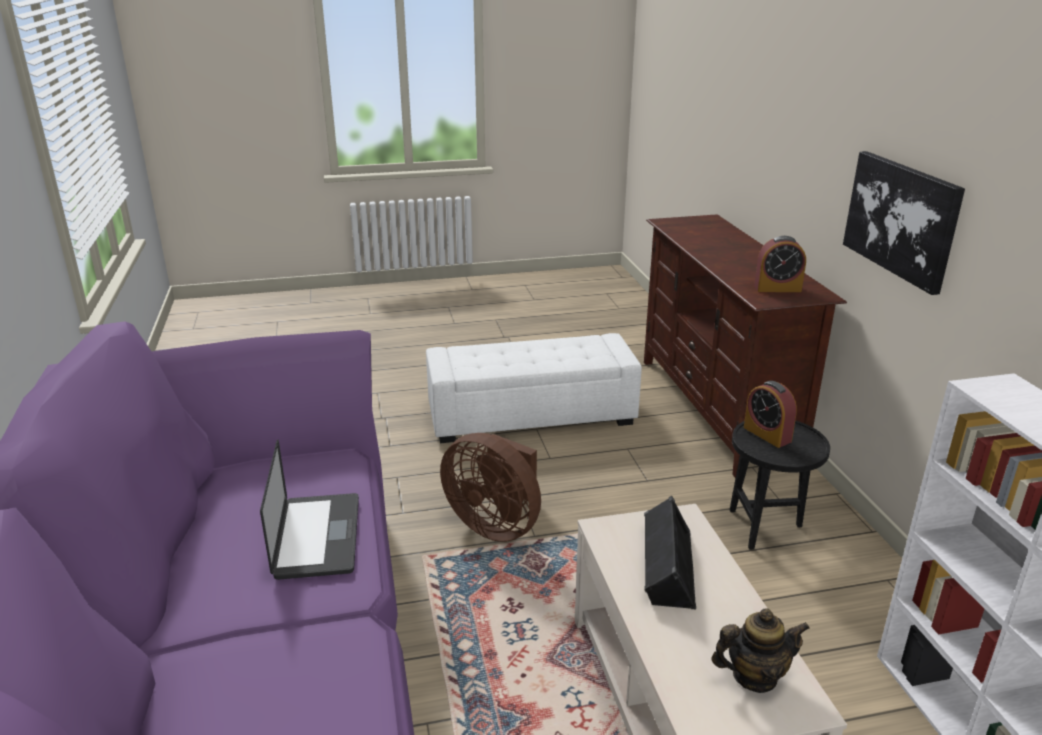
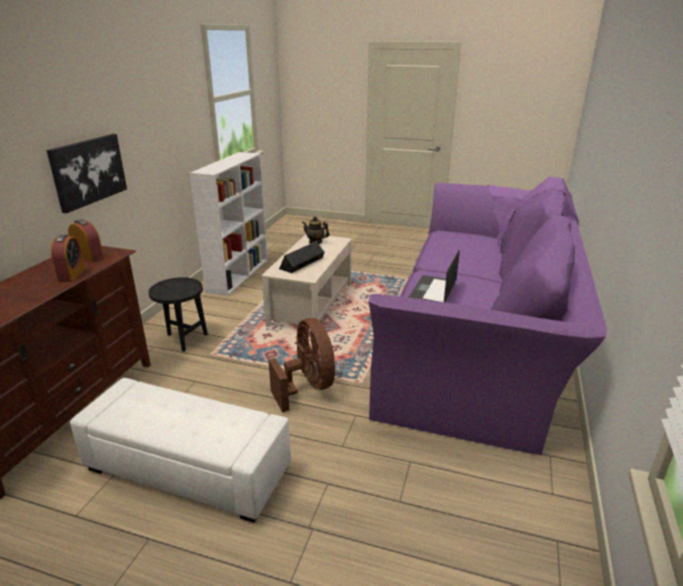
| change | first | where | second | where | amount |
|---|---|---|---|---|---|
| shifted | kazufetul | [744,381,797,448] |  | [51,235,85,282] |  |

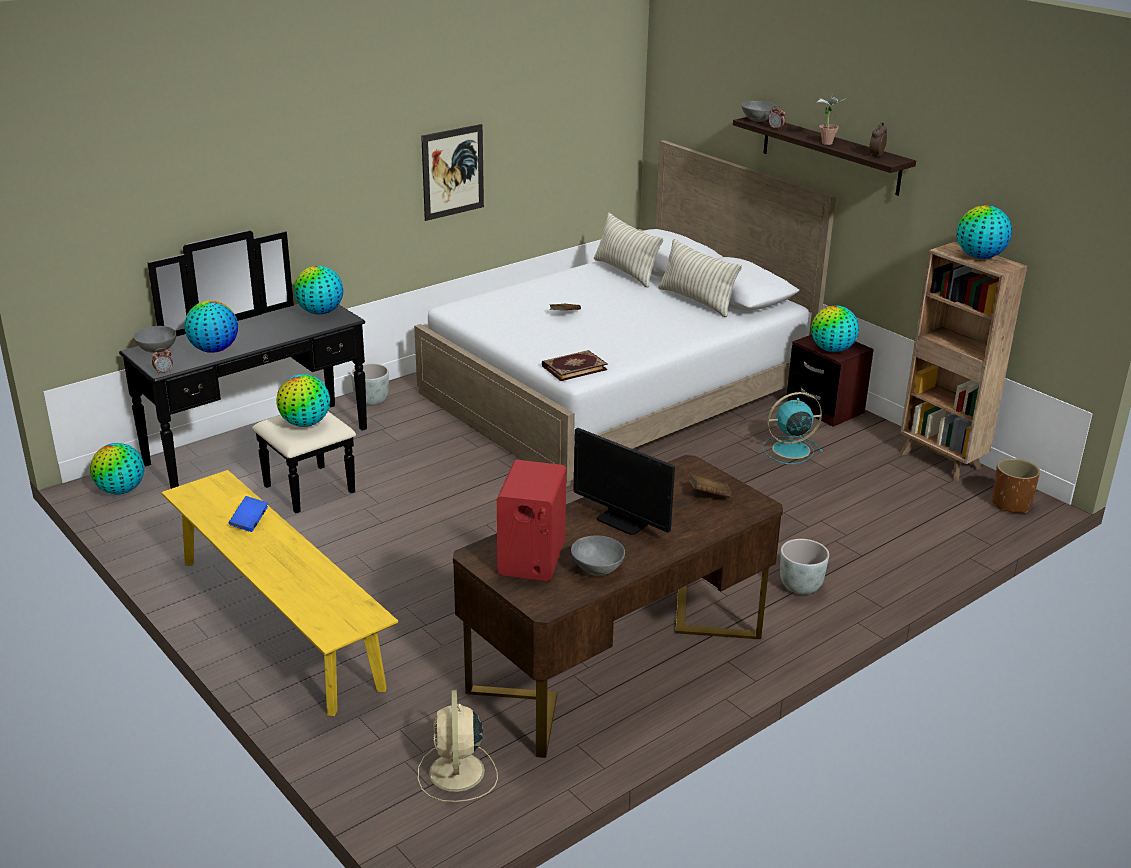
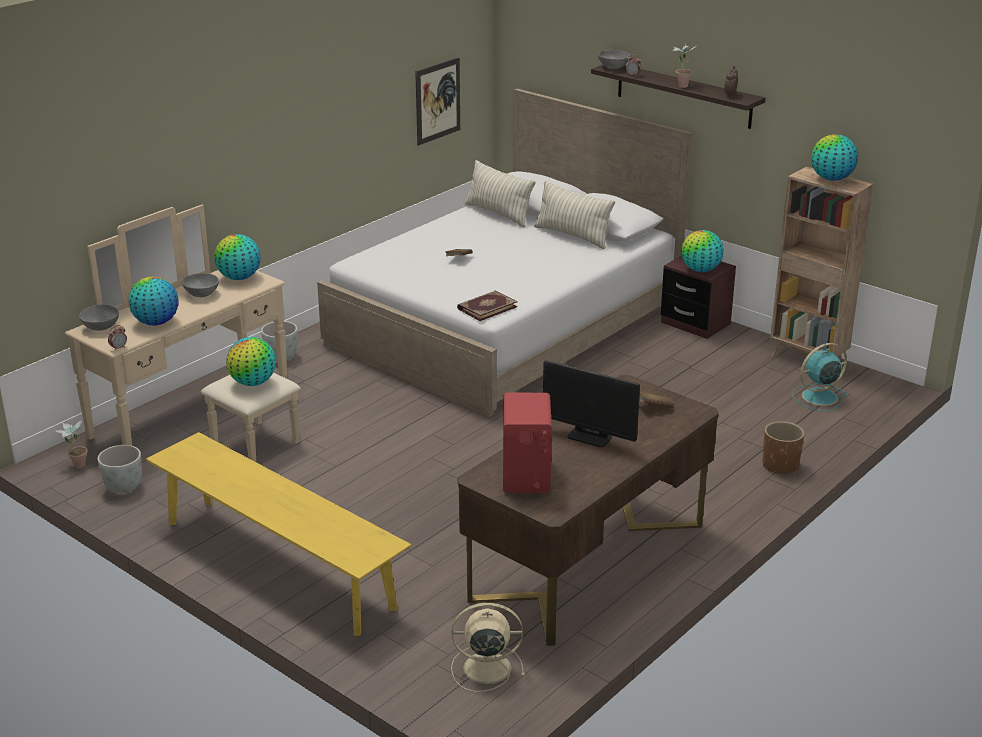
| change | first | where | second | where | amount |
|---|---|---|---|---|---|
| swapped | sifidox | [90,443,144,494] | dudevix | [53,419,88,469] |  |
| repainted | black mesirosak | [119,230,367,513] | beige mesirosak | [65,205,301,462] |  |
| shifted | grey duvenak | [780,539,829,594] |  | [98,445,142,493] |  |
| shifted | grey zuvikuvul | [571,536,625,576] |  | [182,273,219,297] |  |
| shifted | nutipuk | [421,124,484,221] |  | [415,57,460,146] |  |
| rotated | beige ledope | [418,690,498,802] |  | [451,603,525,692] | 105 degrees clockwise |
| shifted | brown duvenak | [992,458,1040,513] |  | [762,421,805,474] |  |
| shifted | turquoise ledope | [762,392,823,464] |  | [792,343,849,411] |  |
| gone | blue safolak | [229,496,268,532] |  |  |  |

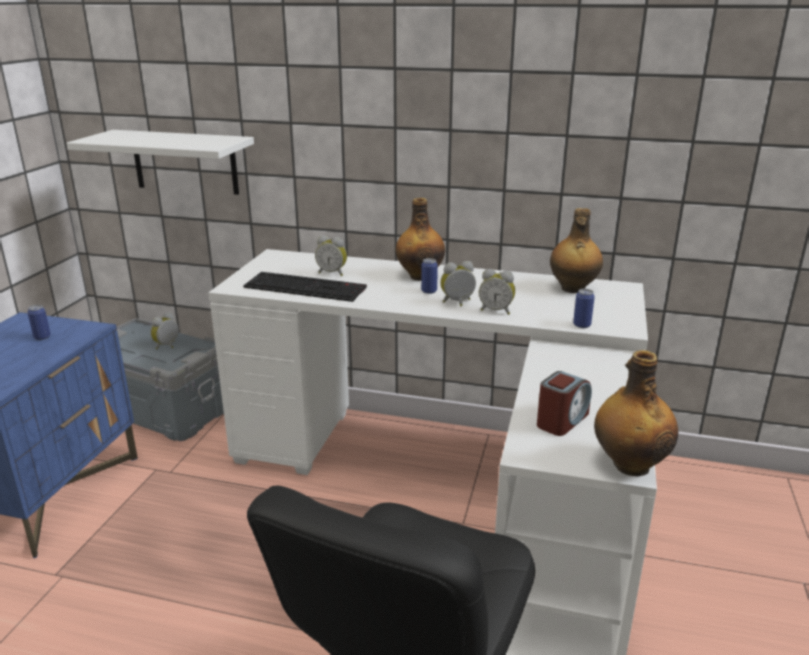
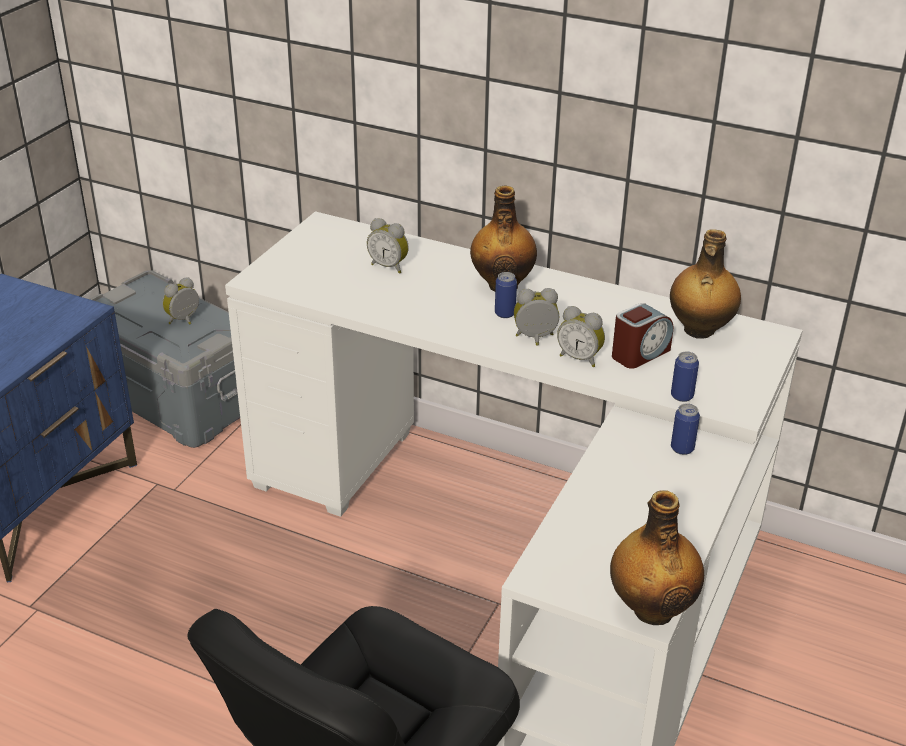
| change | first | where | second | where | amount |
|---|---|---|---|---|---|
| shifted | kazufetul | [537,371,592,436] |  | [612,303,673,369] |  |
| shifted | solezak | [27,305,51,340] |  | [671,403,700,455] |  |
| gone | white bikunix | [67,130,254,195] |  |  |  |
| gone | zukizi | [243,272,367,302] |  |  |  |

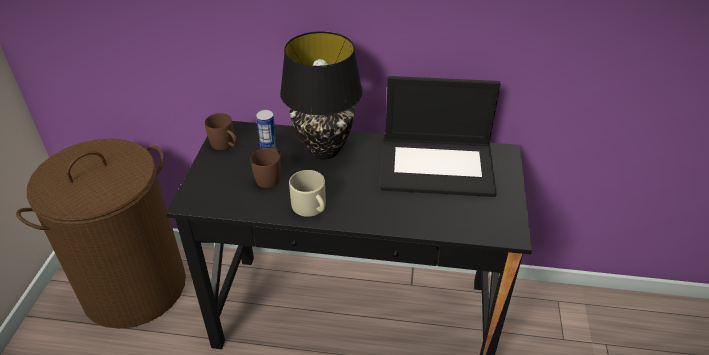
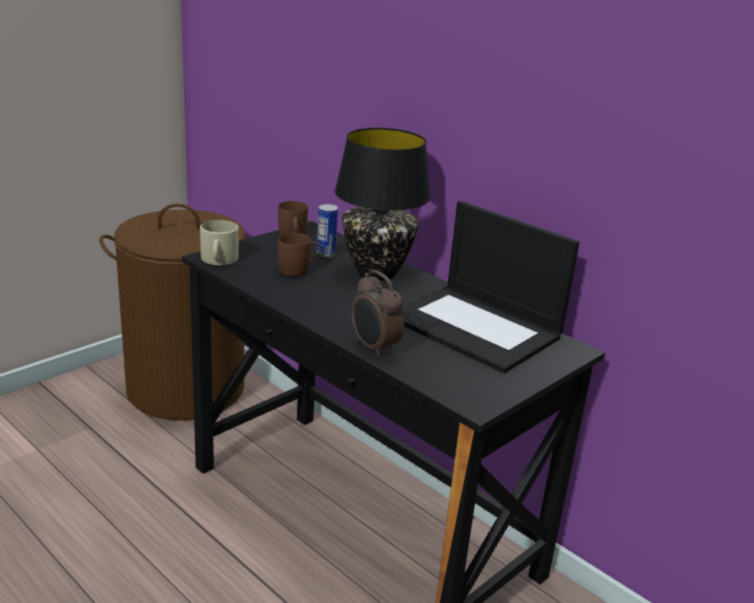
| change | first | where | second | where | amount |
|---|---|---|---|---|---|
| shifted | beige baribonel | [289,170,326,217] |  | [200,220,239,265] |  |
| new |  |  | kazufetul | [352,270,404,358] |  |

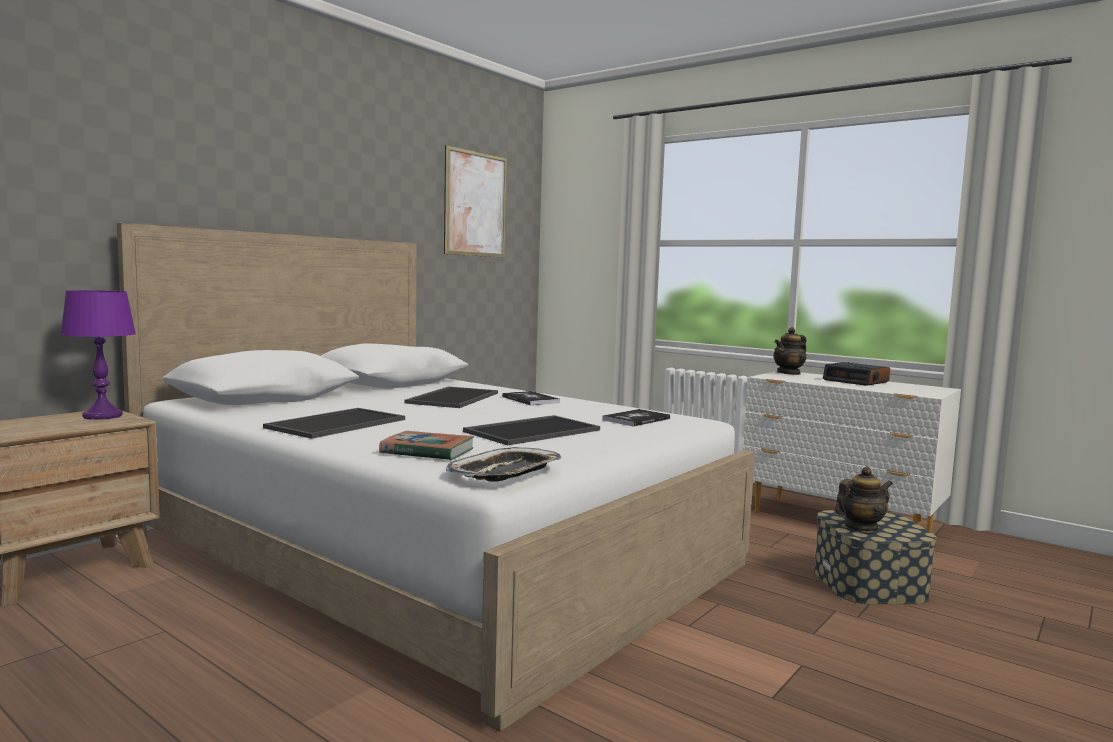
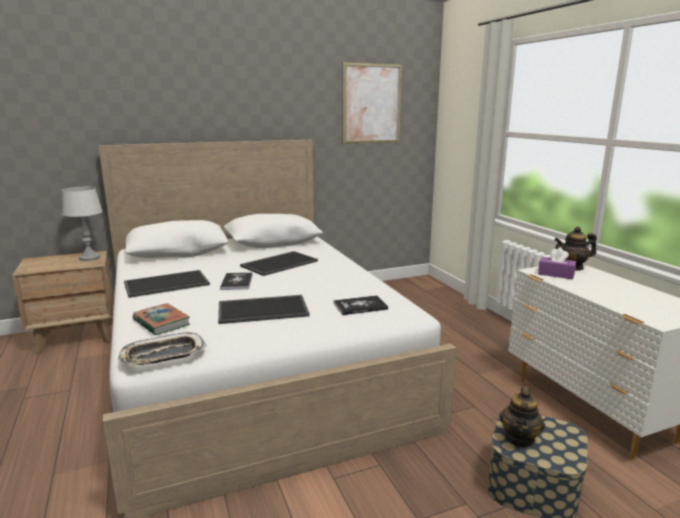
| change | first | where | second | where | amount |
|---|---|---|---|---|---|
| repainted | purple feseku | [60,290,136,420] | grey feseku | [62,187,103,261] |  |
| shifted | safolak | [502,391,560,405] |  | [220,272,253,290] |  |
| rotated | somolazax | [835,467,893,532] |  | [499,386,545,448] | 105 degrees clockwise |
| new |  |  | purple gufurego | [538,248,576,279] |  |
| gone | kazufetul | [823,362,890,386] |  |  |  |

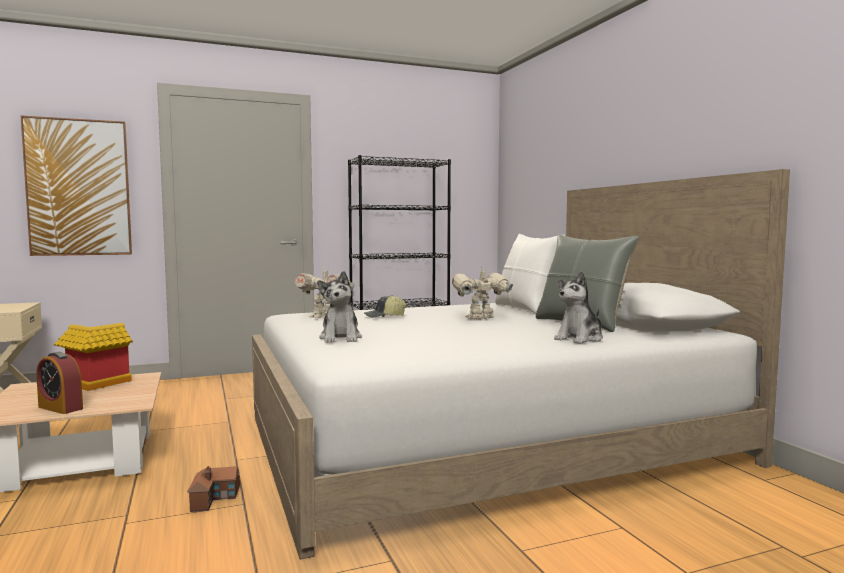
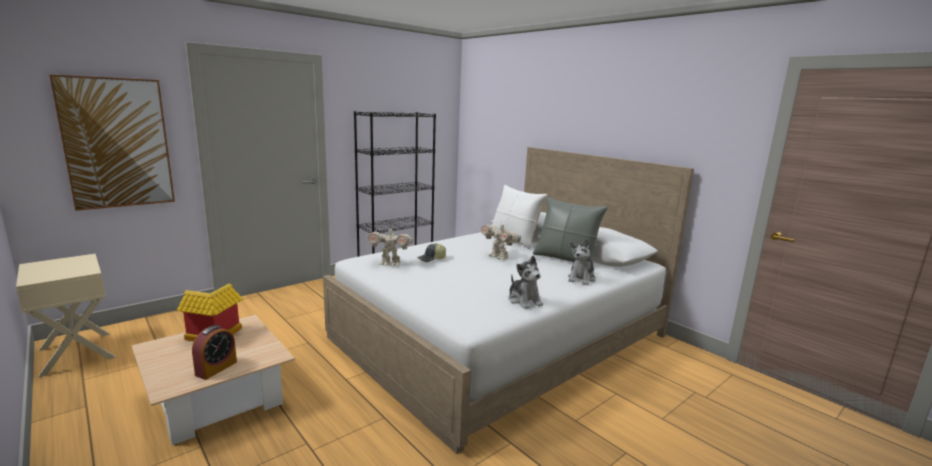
| change | first | where | second | where | amount |
|---|---|---|---|---|---|
| rotated | kazufetul | [36,352,83,414] |  | [192,325,237,380] | 75 degrees counterclockwise |
| rotated | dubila | [452,266,513,320] |  | [481,221,521,260] | 90 degrees counterclockwise |
| shifted | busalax | [317,271,362,343] |  | [508,255,543,309] |  |
| gone | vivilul | [187,466,240,512] |  |  |  |

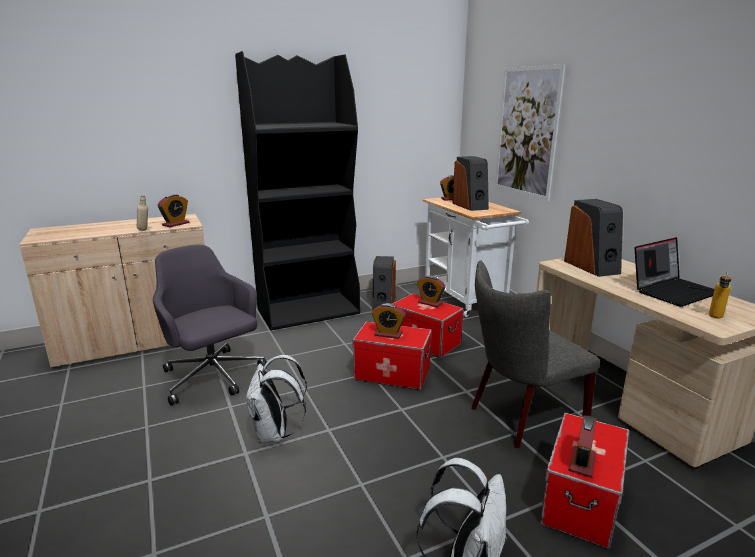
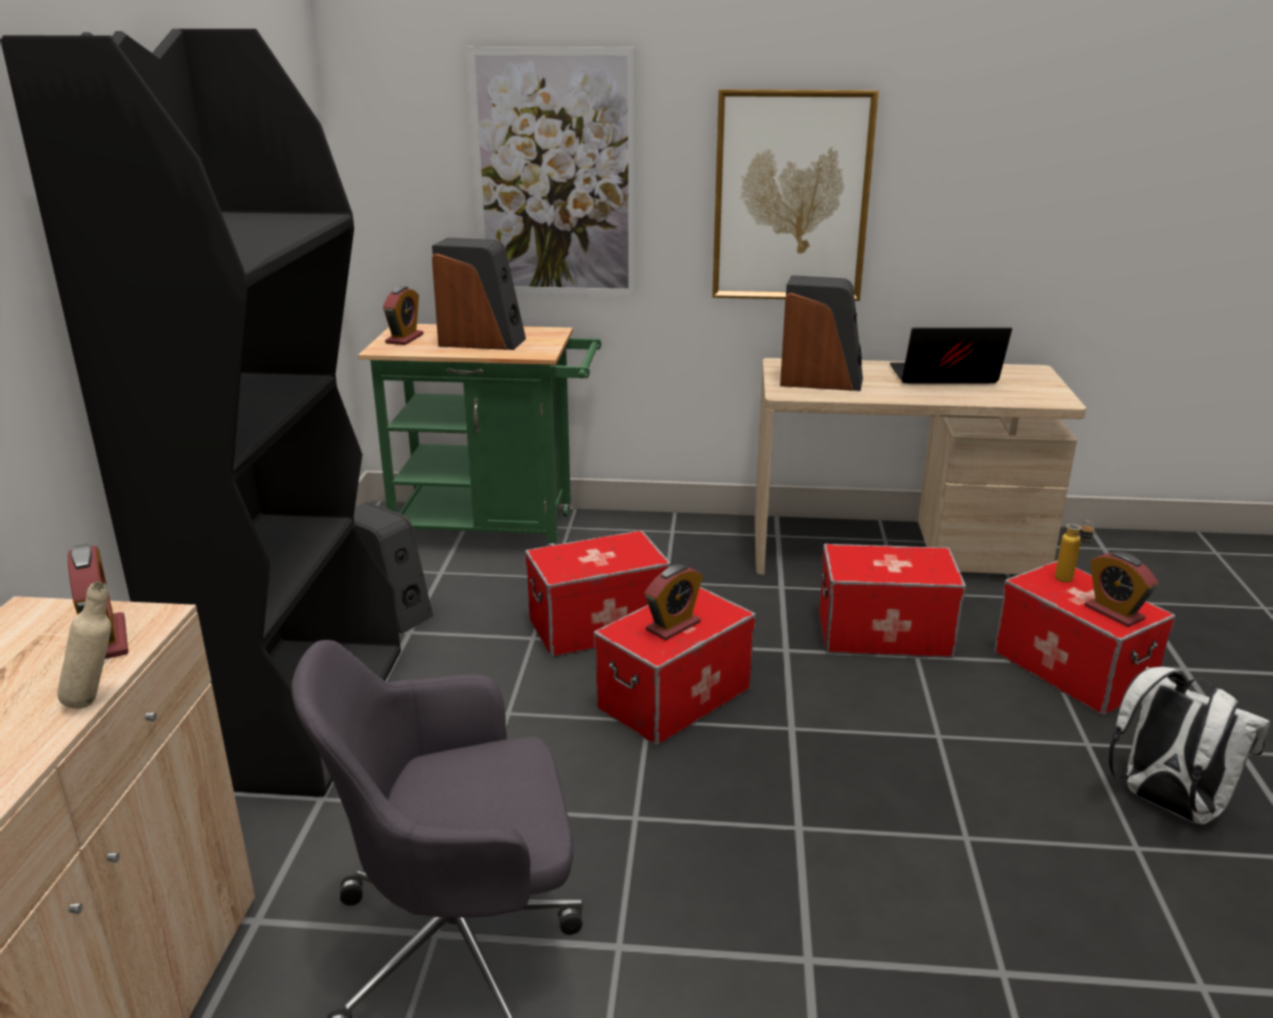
| change | first | where | second | where | amount |
|---|---|---|---|---|---|
| repainted | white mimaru | [423,197,529,317] | green mimaru | [358,324,601,546] |  |
| new |  |  | nutipuk | [712,89,879,301] |  |
| swapped | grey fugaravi | [471,260,600,448] | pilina | [819,544,966,658] |  |
| rotated | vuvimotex | [634,237,715,307] |  | [890,327,1012,384] | 90 degrees counterclockwise |
| shifted | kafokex | [709,271,732,318] |  | [1055,521,1095,582] |  |
| gone | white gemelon | [246,355,307,443] |  |  |  |
| gone | kazufetul | [417,276,446,307] |  |  |  |

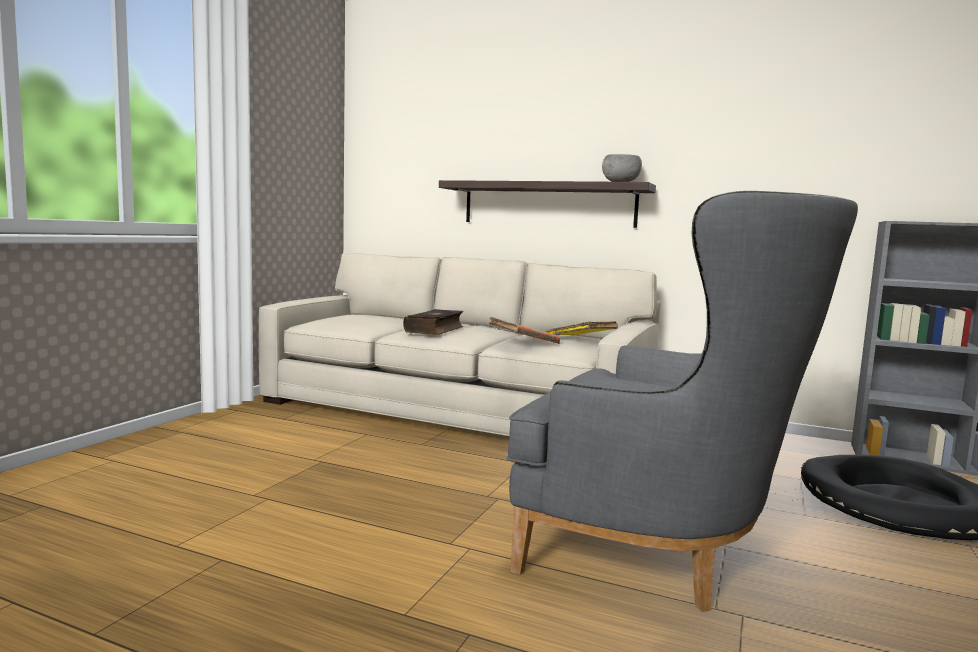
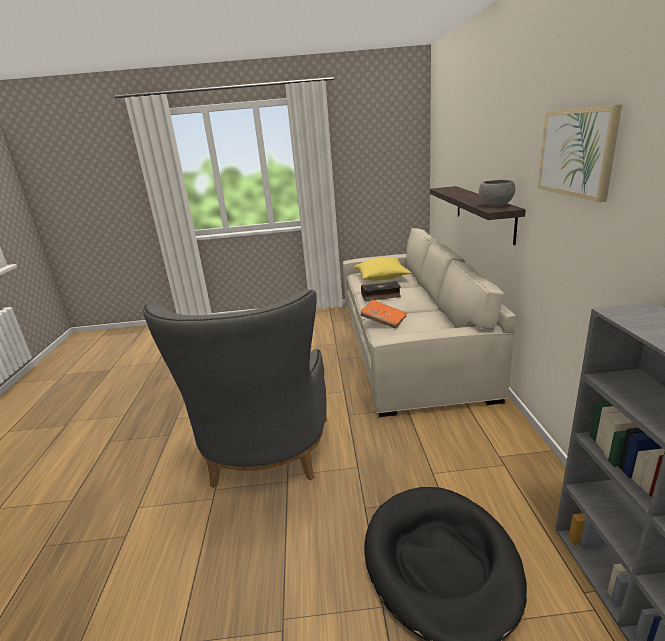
| change | first | where | second | where | amount |
|---|---|---|---|---|---|
| new |  |  | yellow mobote | [354,258,411,281] |  |
| new |  |  | nutipuk | [538,104,622,202] |  |
| gone | yellow safolak | [546,321,618,335] |  |  |  |

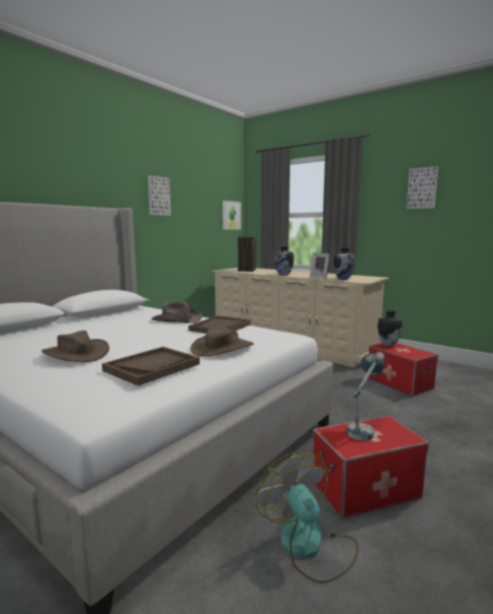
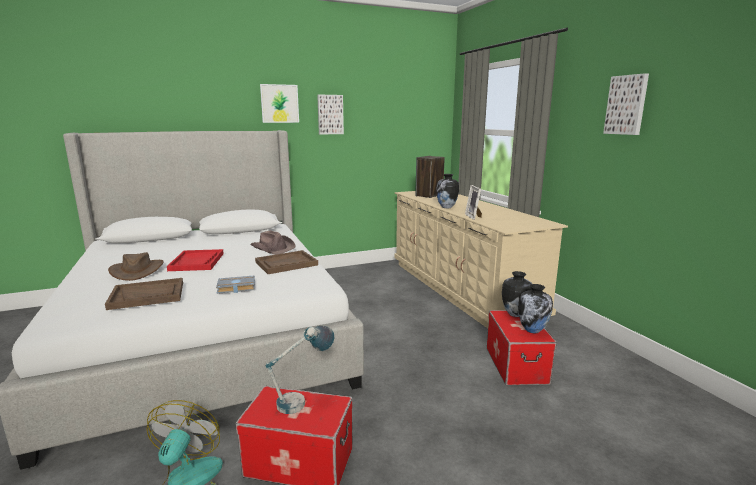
| change | first | where | second | where | amount |
|---|---|---|---|---|---|
| new |  |  | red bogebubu | [167,249,224,271] |  |
| swapped | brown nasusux | [190,327,254,356] | grey safolak | [216,275,255,294] |  |
| shifted | nutipuk | [222,201,241,230] |  | [260,84,299,123] |  |
| shifted | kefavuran | [333,248,355,280] |  | [518,284,553,333] |  |

